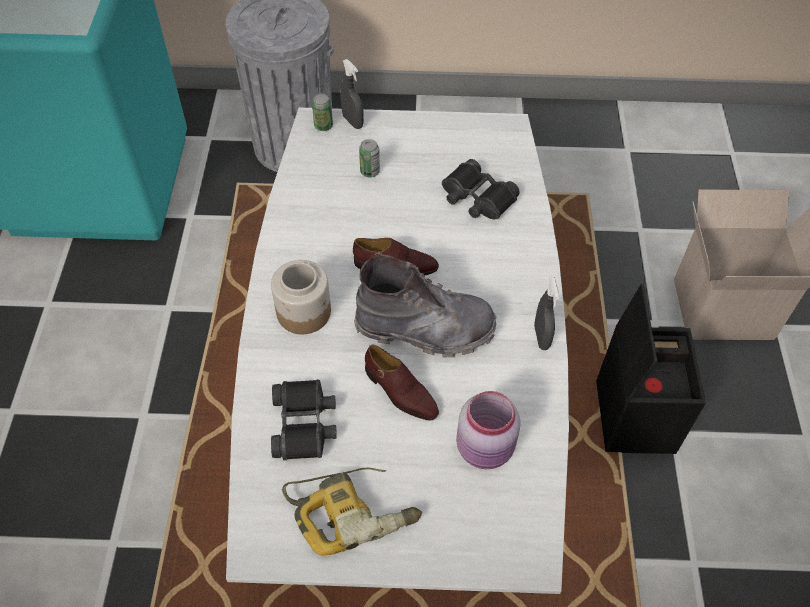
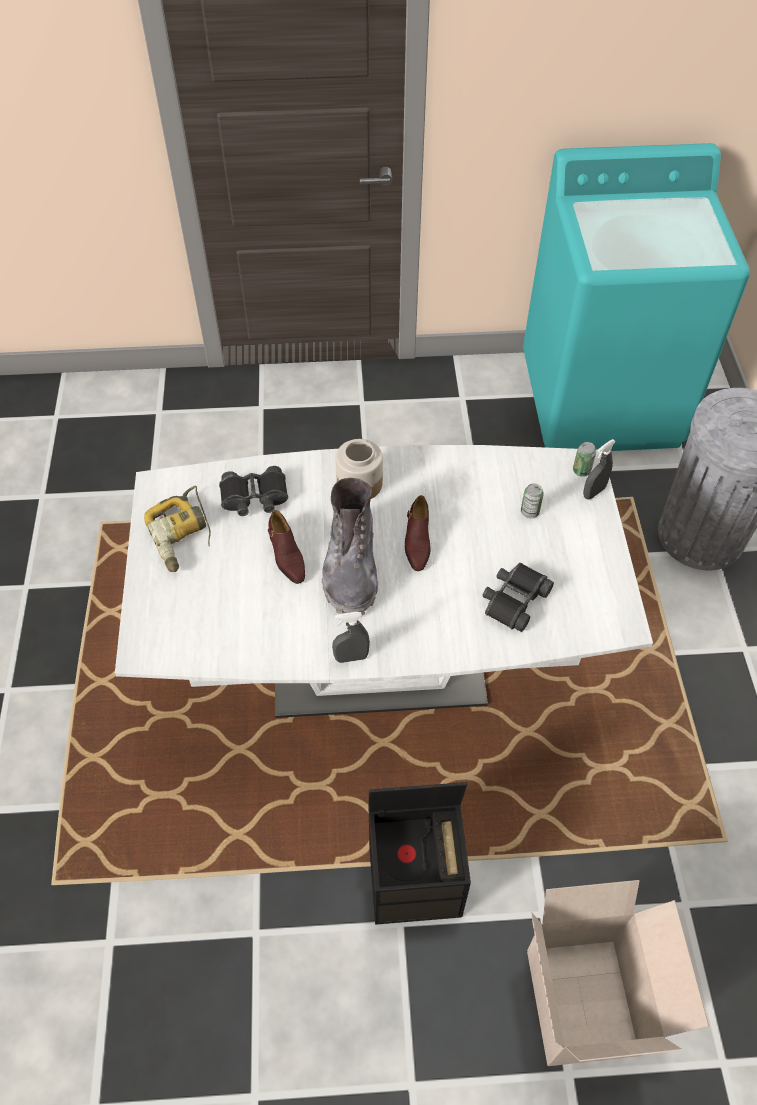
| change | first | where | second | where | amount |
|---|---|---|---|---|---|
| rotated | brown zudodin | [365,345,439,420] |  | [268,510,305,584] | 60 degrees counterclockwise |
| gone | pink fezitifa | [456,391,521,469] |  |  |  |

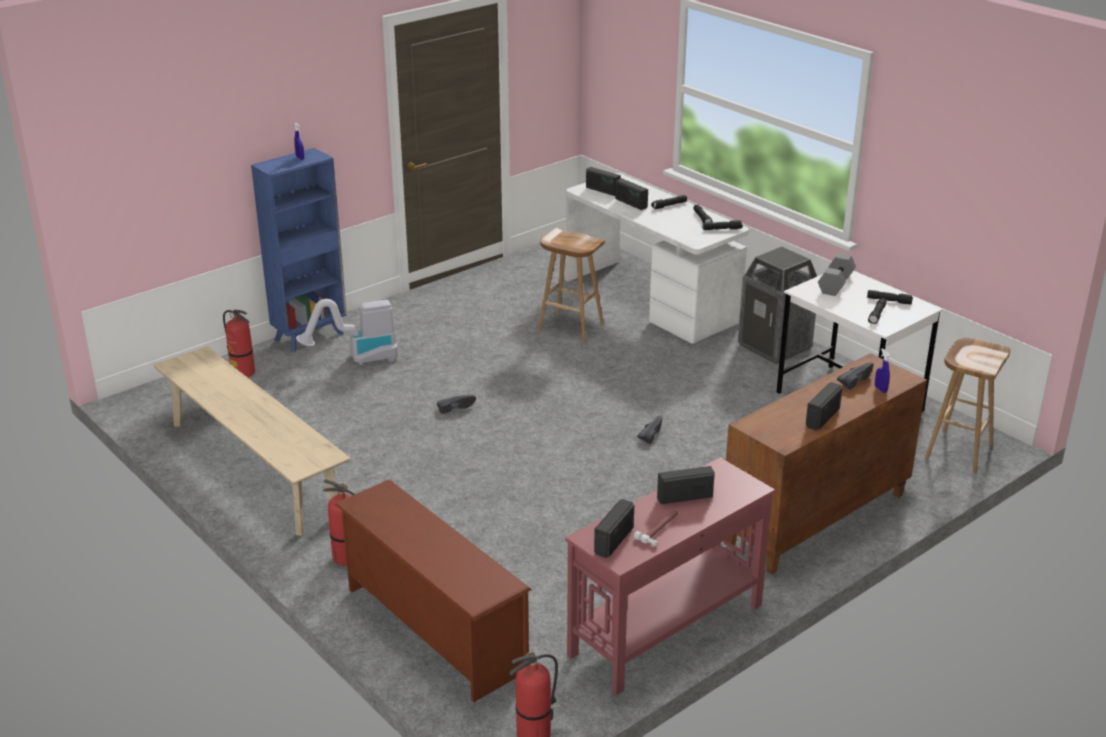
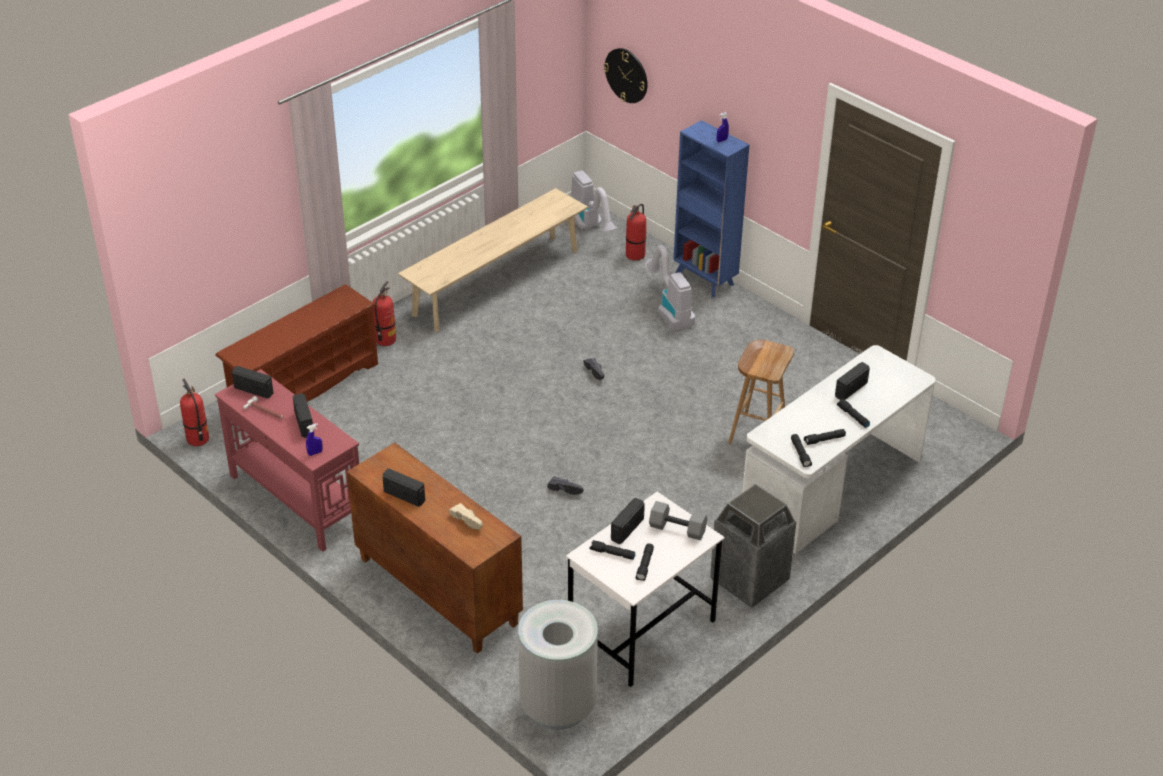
| change | first | where | second | where | amount |
|---|---|---|---|---|---|
| shifted | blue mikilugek | [875,349,890,393] |  | [306,423,323,456] |  |
| repainted | black zudodin | [837,362,874,390] | beige zudodin | [449,503,483,529] |  |
| swapped | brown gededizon | [925,337,1010,474] | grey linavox | [518,600,598,730] |  |
| new |  |  | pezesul | [571,170,617,231] |  |
| new |  |  | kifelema | [604,48,647,103] |  |
| shifted | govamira | [586,167,621,196] |  | [611,498,645,544] |  |

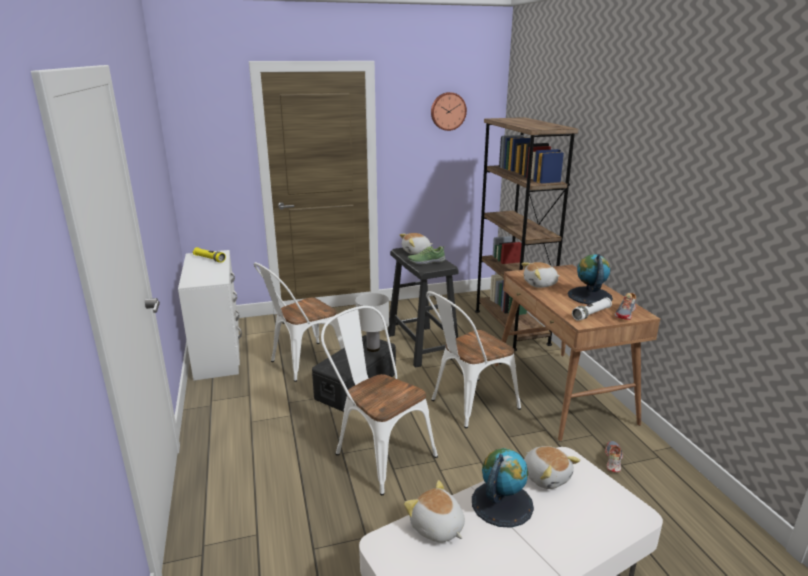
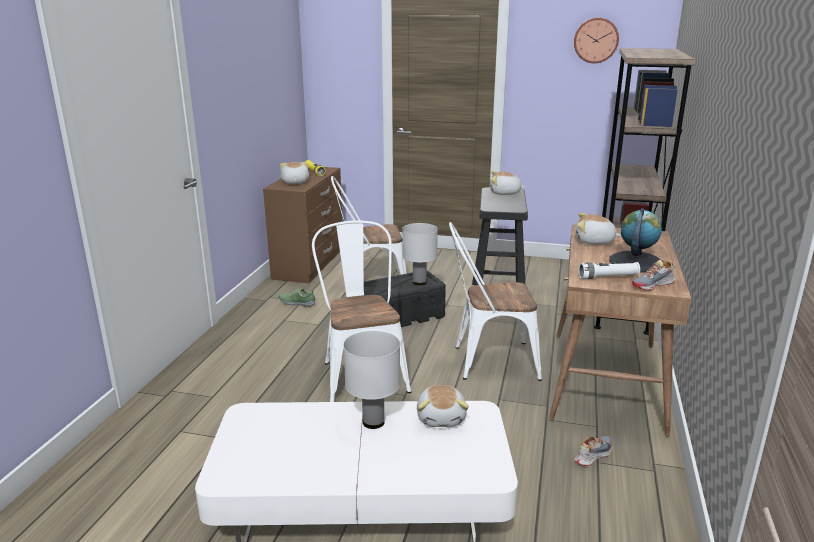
| change | first | where | second | where | amount |
|---|---|---|---|---|---|
| repainted | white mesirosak | [178,250,242,381] | brown mesirosak | [263,167,342,283] |  |
| shifted | zudodin | [408,246,445,265] |  | [279,288,316,307] |  |
| shifted | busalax | [404,480,465,542] |  | [280,162,309,184] |  |
| swapped | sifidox | [472,448,534,528] | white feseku | [343,331,400,429] |  |

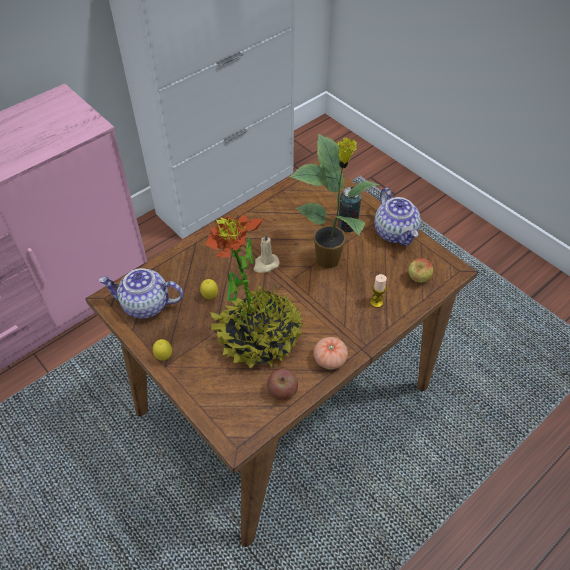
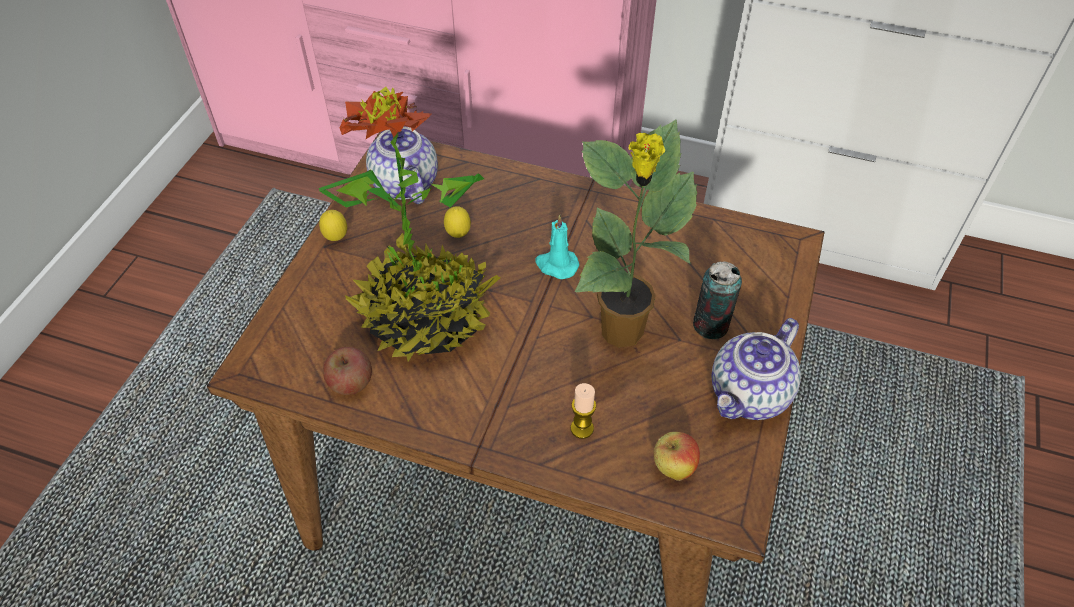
| change | first | where | second | where | amount |
|---|---|---|---|---|---|
| repainted | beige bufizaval | [254,233,279,273] | turquoise bufizaval | [535,214,579,279] |  |
| gone | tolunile | [313,337,348,369] |  |  |  |

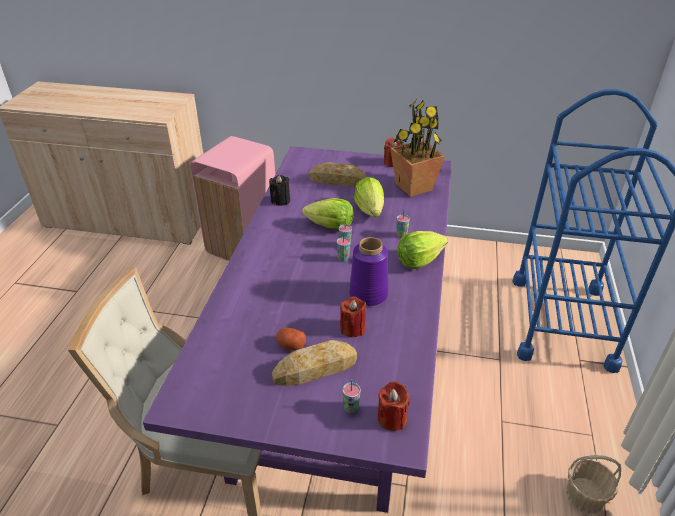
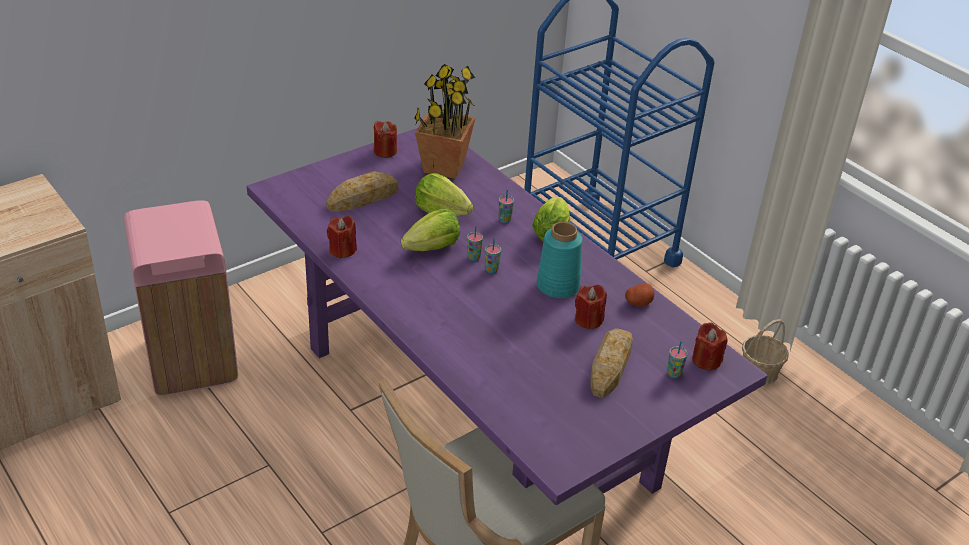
| change | first | where | second | where | amount |
|---|---|---|---|---|---|
| repainted | black bufizaval | [269,175,290,206] | red bufizaval | [327,216,357,259] |  |
| repainted | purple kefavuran | [349,237,388,306] | turquoise kefavuran | [537,222,583,298] |  |
| shifted | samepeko | [276,328,306,350] |  | [625,283,654,307] |  |

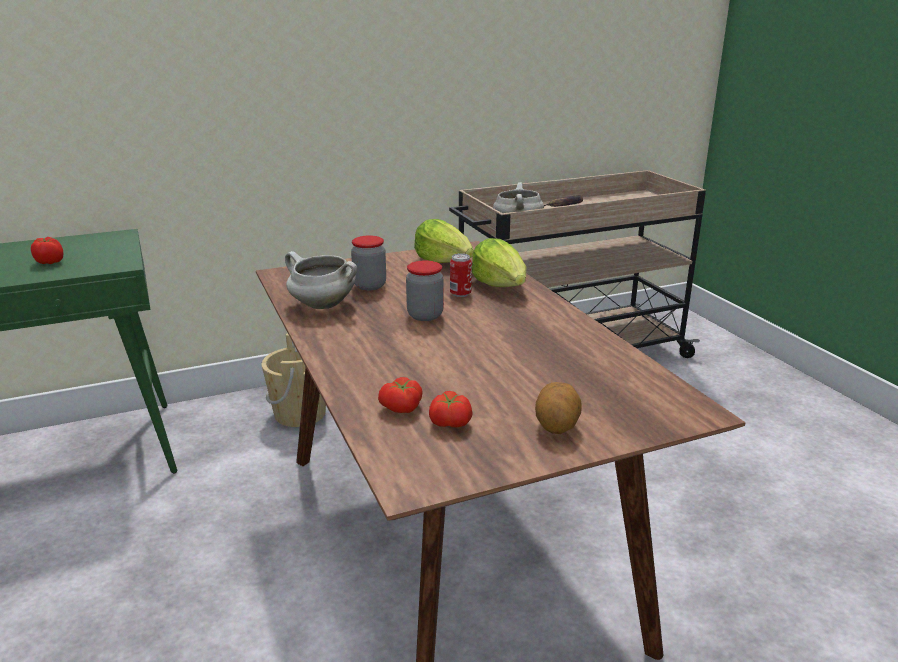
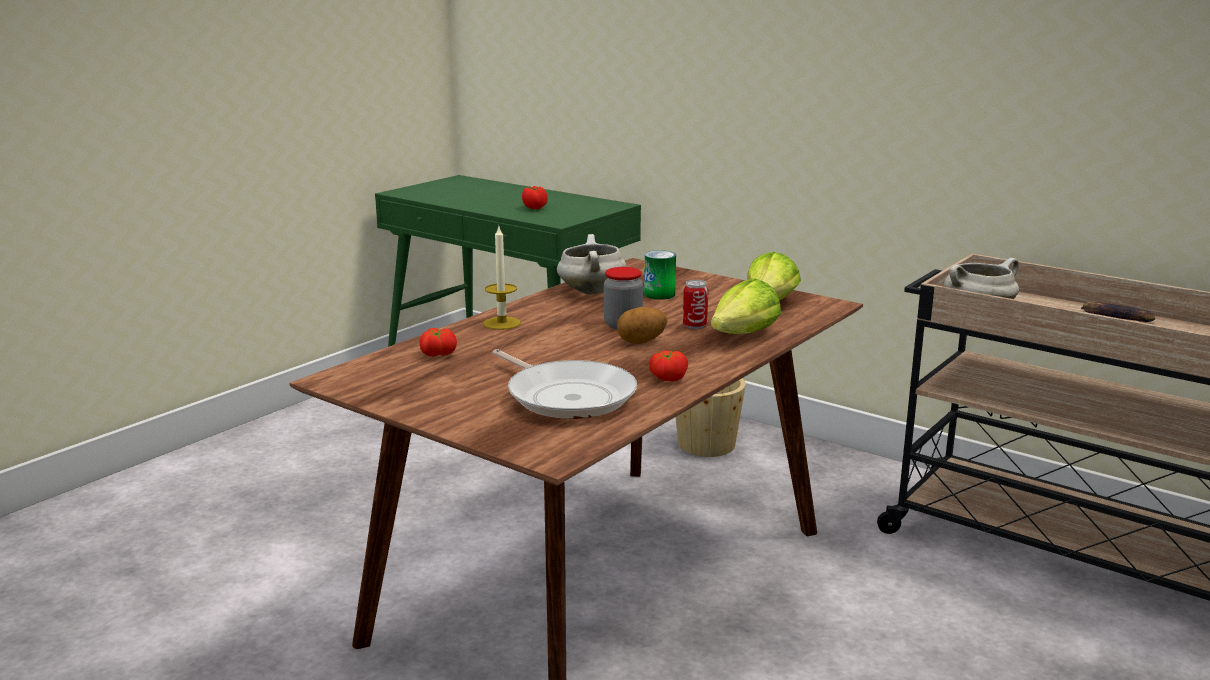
| change | first | where | second | where | amount |
|---|---|---|---|---|---|
| new |  |  | bufizaval | [483,227,521,330] |  |
| new |  |  | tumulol | [492,349,637,419] |  |
| shifted | samepeko | [535,382,581,434] |  | [617,307,667,344] |  |
| swapped | fezitifa | [351,235,386,290] | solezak | [644,250,676,300] |  |
| shifted | tolunile | [429,391,473,428] |  | [649,351,688,382] |  |

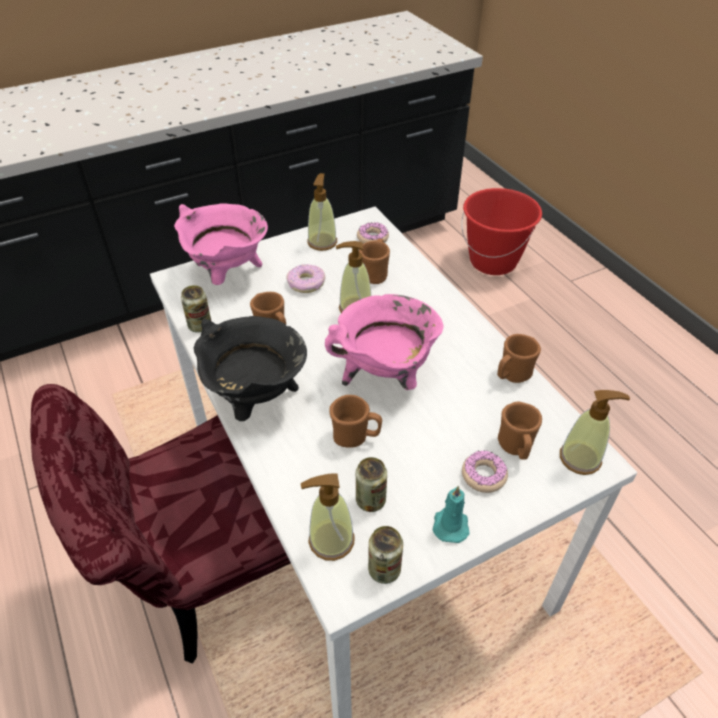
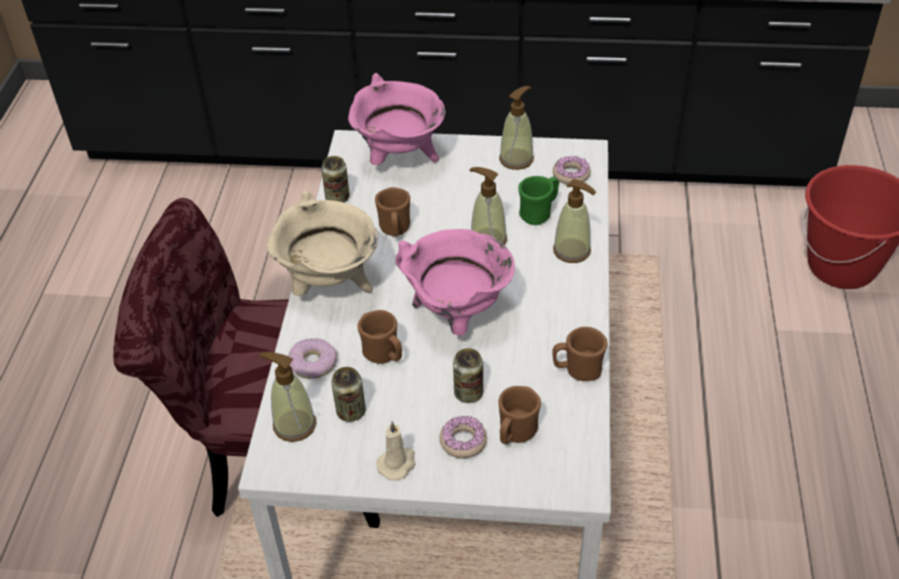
| change | first | where | second | where | amount |
|---|---|---|---|---|---|
| repainted | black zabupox | [194,316,307,421] | beige zabupox | [267,190,378,296] |  |
| shifted | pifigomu | [286,264,325,293] |  | [288,338,337,379] |  |
| repainted | turquoise bufizaval | [433,485,470,543] | beige bufizaval | [376,421,416,481] |  |
| shifted | solezak | [368,526,403,584] |  | [453,348,483,403] |  |
| repainted | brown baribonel | [359,239,390,284] | green baribonel | [518,176,559,225] |  |
| shifted | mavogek | [560,390,630,475] |  | [553,179,596,263] |  |

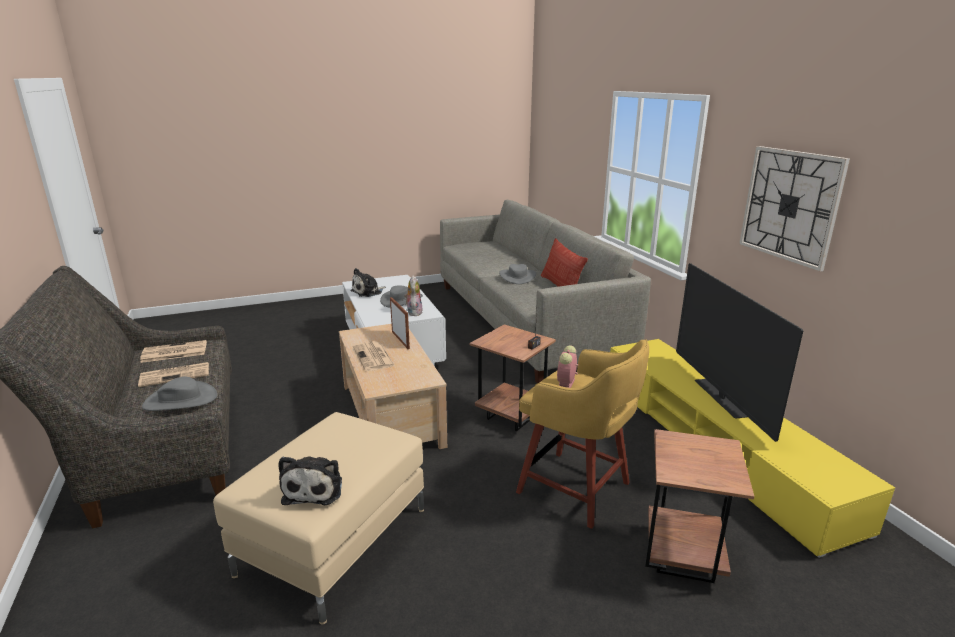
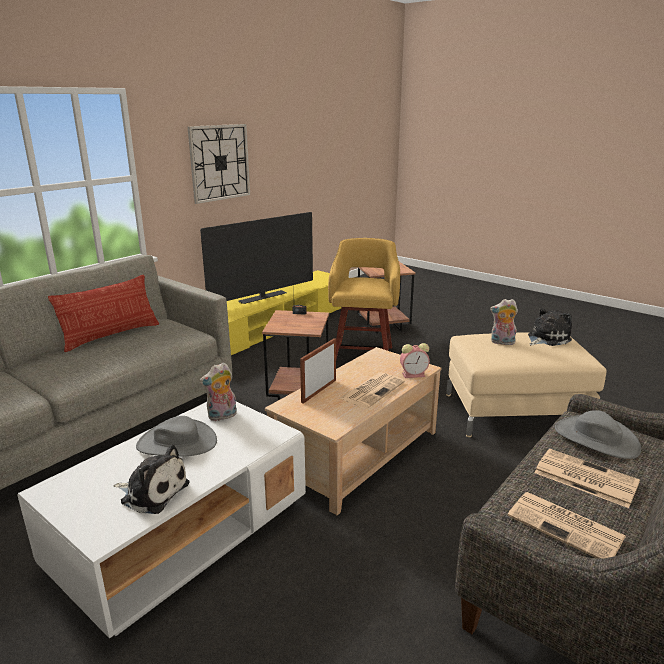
| change | first | where | second | where | amount |
|---|---|---|---|---|---|
| shifted | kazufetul | [557,345,578,388] |  | [400,343,430,378] |  |
| new |  |  | busalax | [490,299,518,345] |  |
| gone | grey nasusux | [499,264,536,284] |  |  |  |

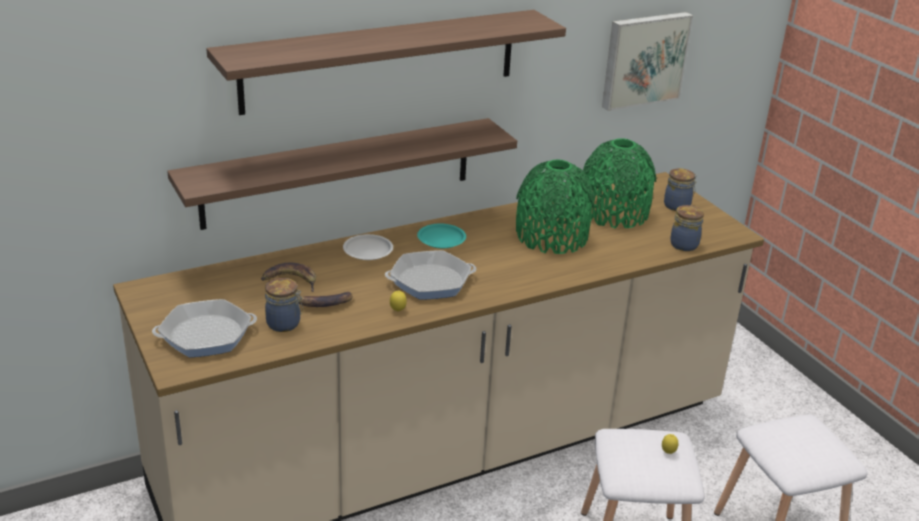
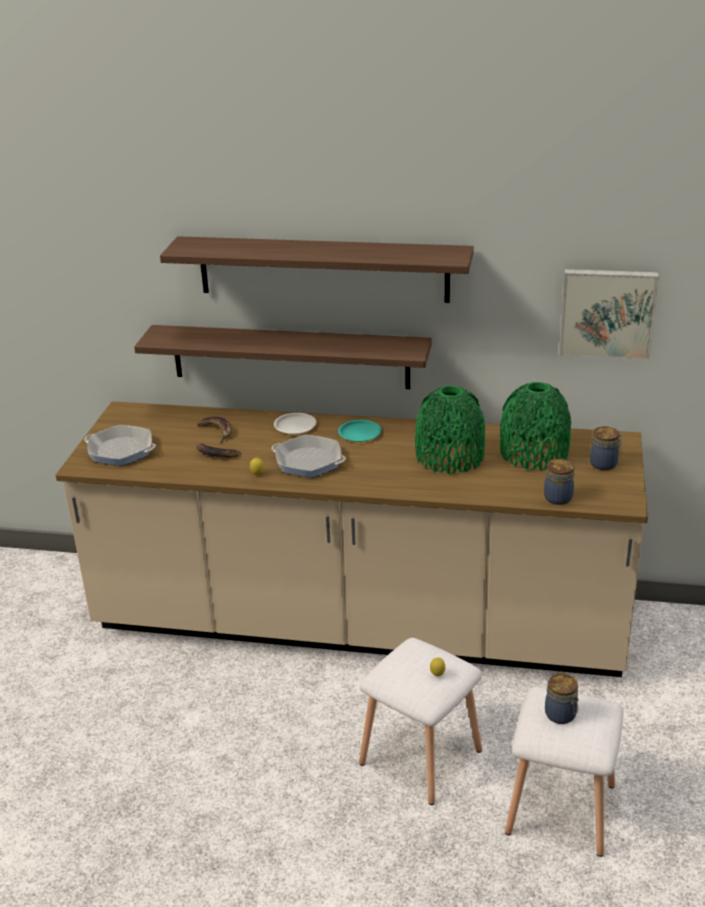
| change | first | where | second | where | amount |
|---|---|---|---|---|---|
| shifted | fezitifa | [265,278,303,332] |  | [545,673,579,724] |  |

